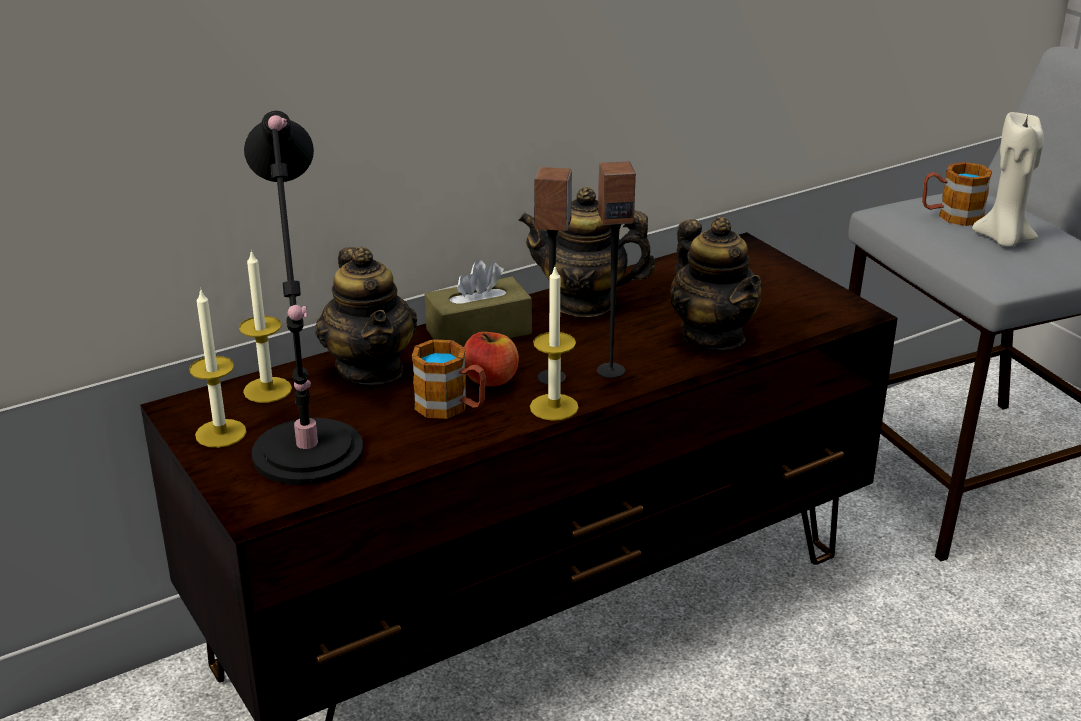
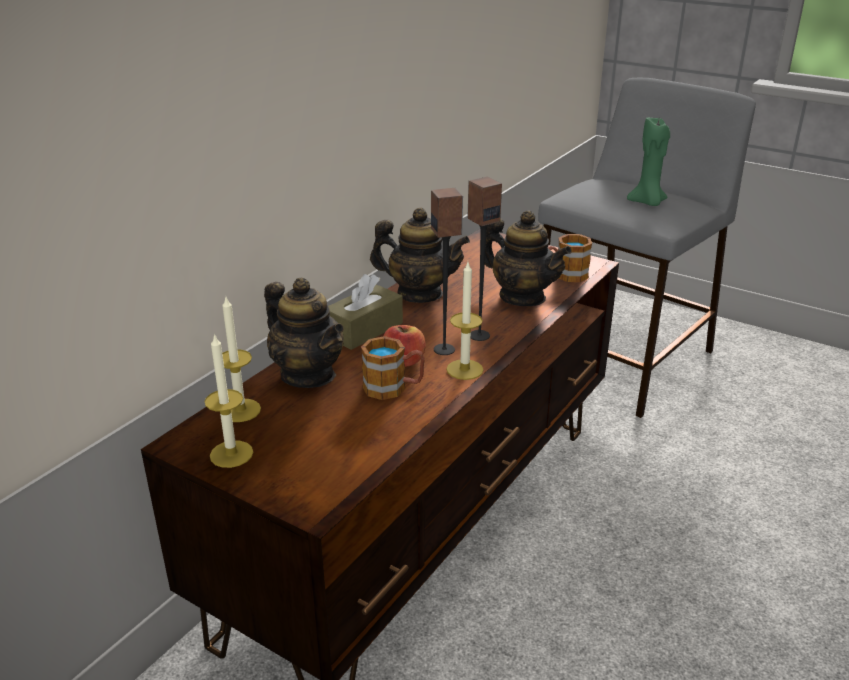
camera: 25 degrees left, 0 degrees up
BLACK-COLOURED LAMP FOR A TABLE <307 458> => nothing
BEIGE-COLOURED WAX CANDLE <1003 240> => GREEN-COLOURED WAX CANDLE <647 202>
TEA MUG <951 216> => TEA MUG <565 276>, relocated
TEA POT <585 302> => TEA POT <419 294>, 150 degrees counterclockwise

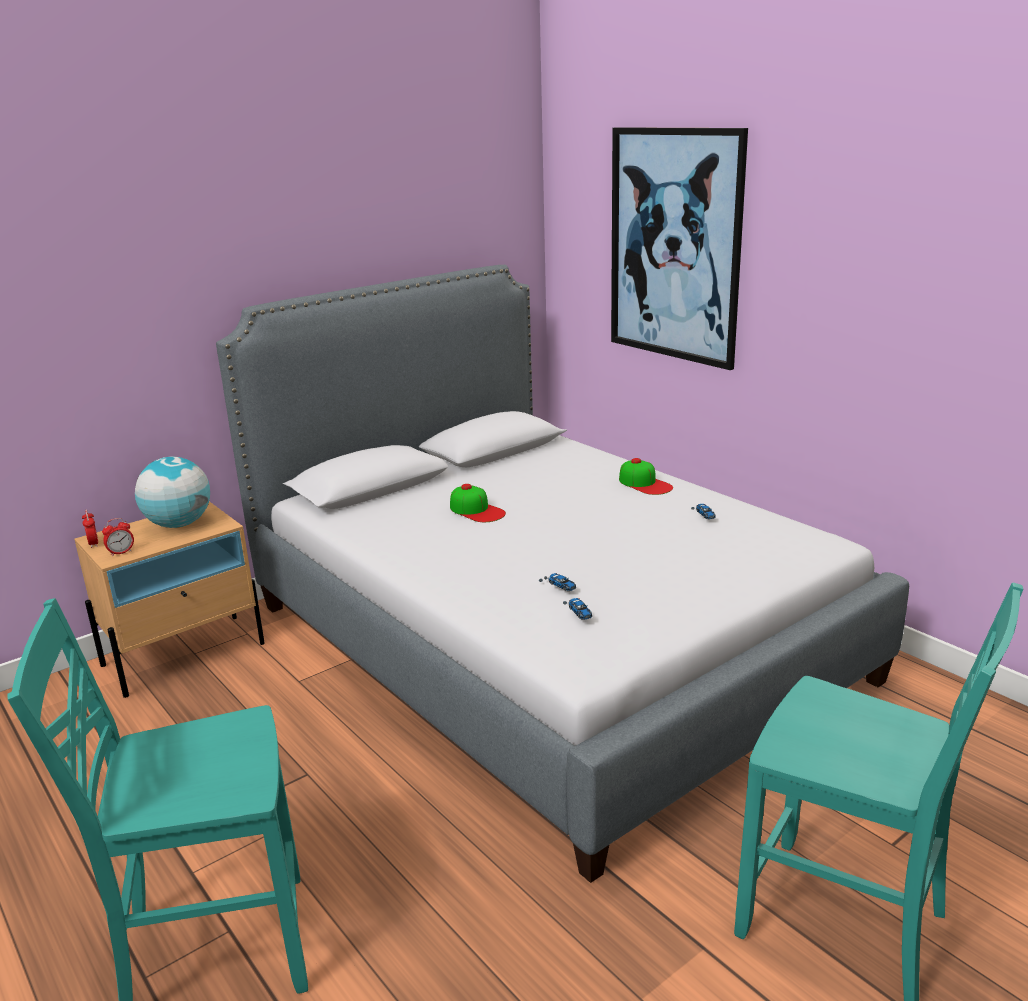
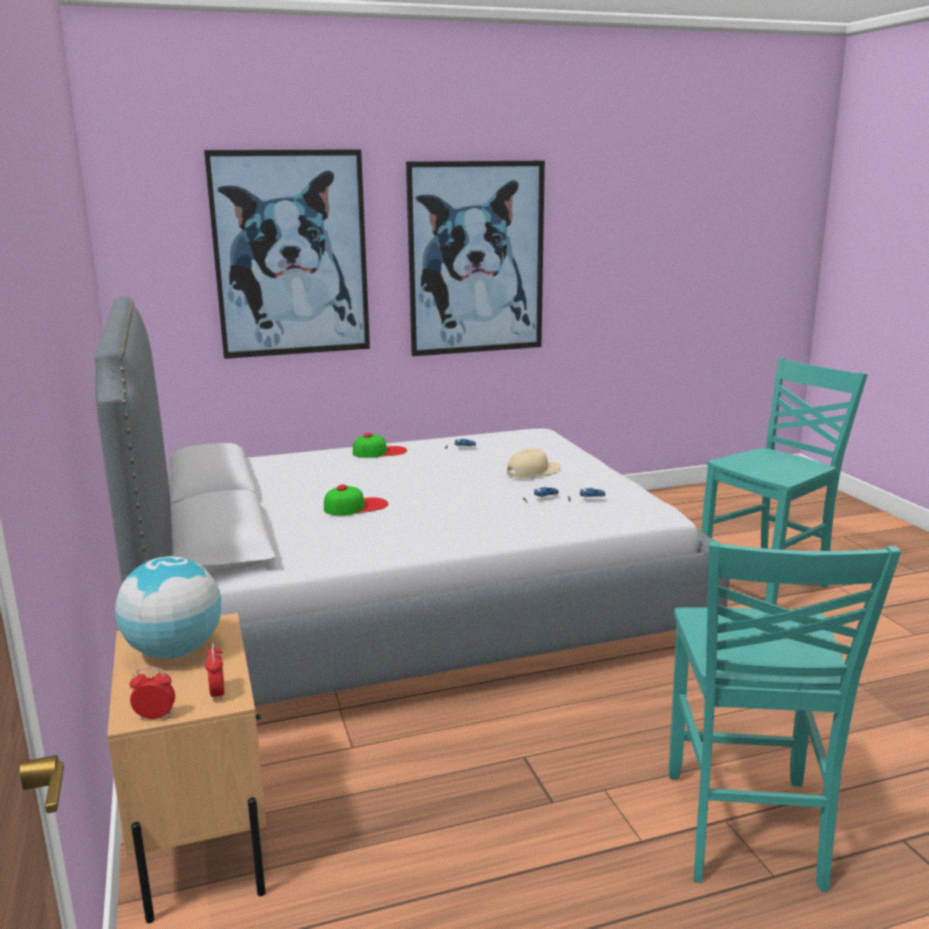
camera: 70 degrees left, 5 degrees down
nothing => PICTURE <476 258>
nothing => BEIGE-COLOURED PEAKED CAP <533 472>

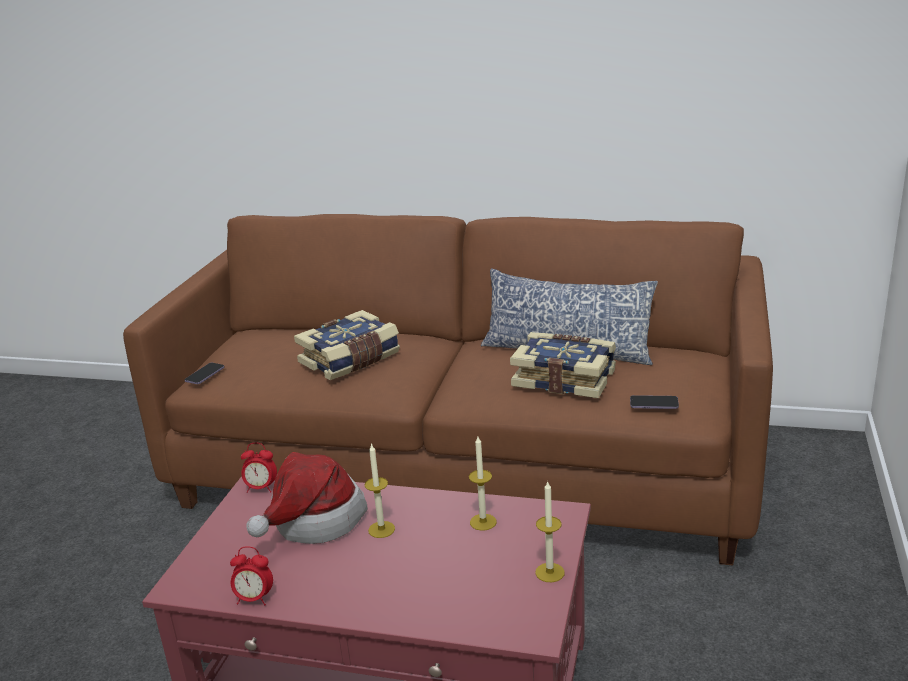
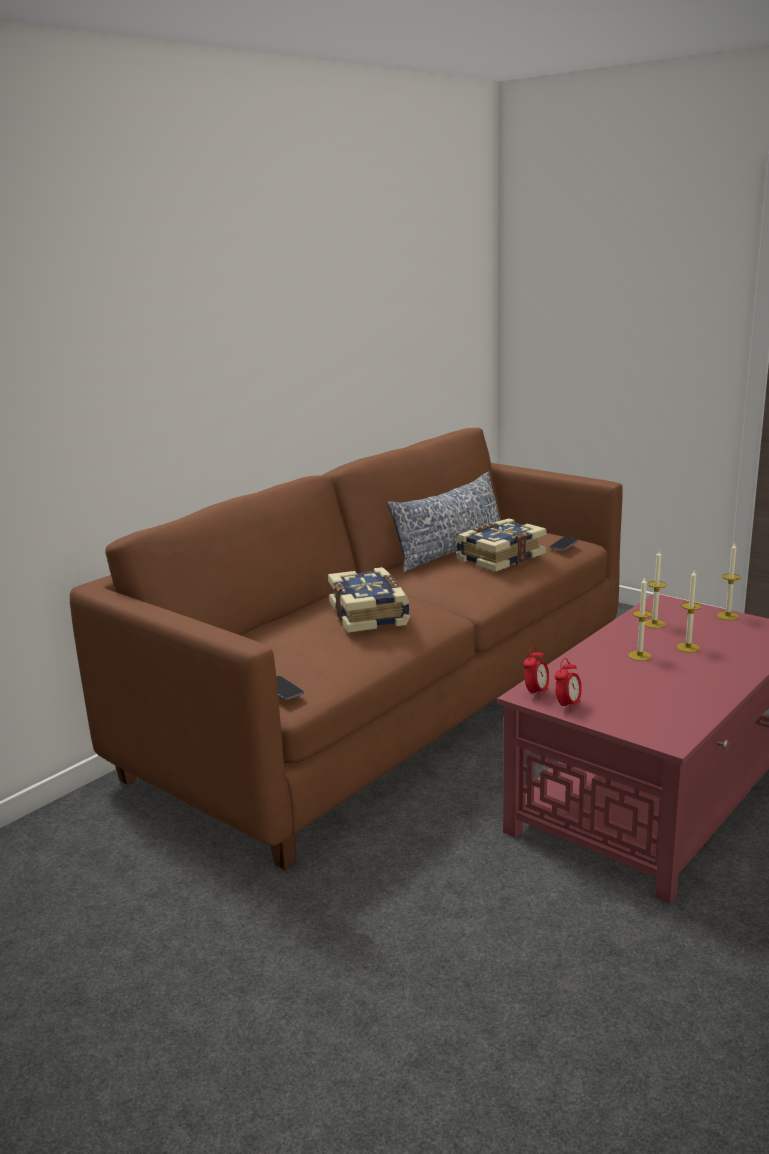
camera: 65 degrees left, 5 degrees down
HAT <312 520> => nothing
ALARM CLOCK <254 599> => ALARM CLOCK <567 705>, relocated
nothing => WAX CANDLE <688 647>

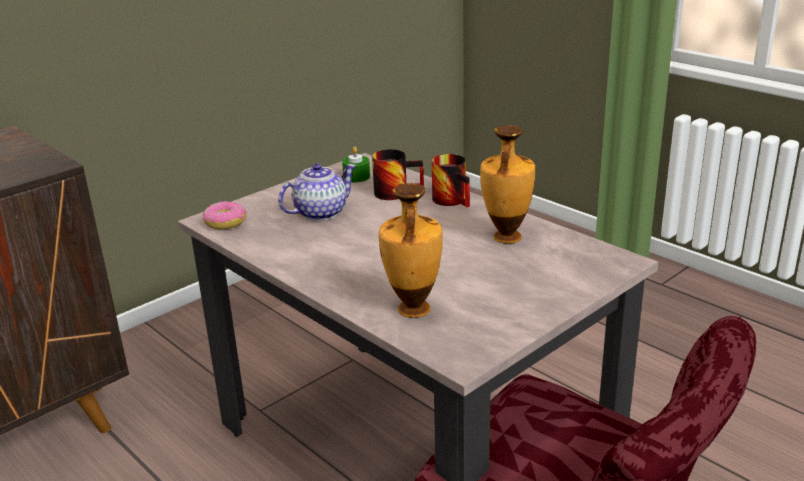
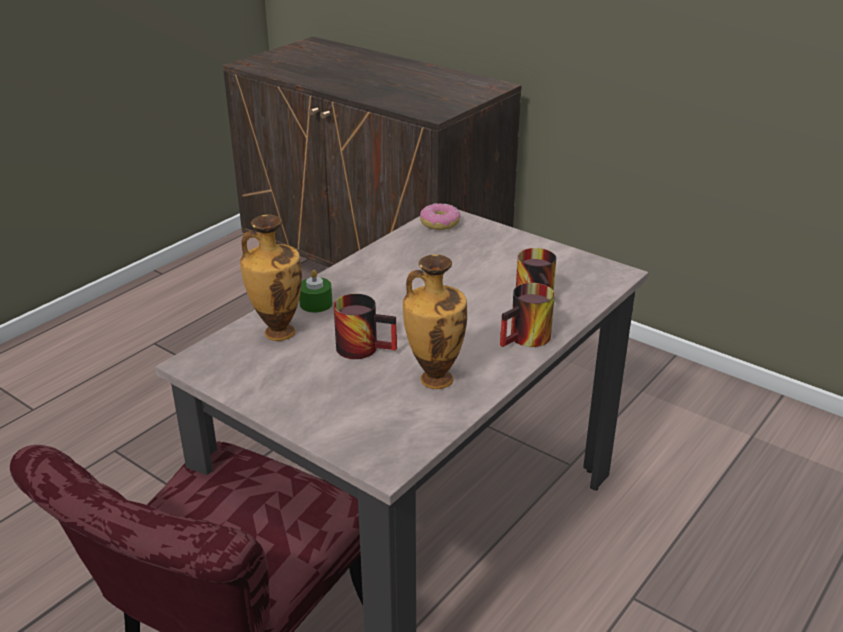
camera: 80 degrees right, 5 degrees up
GREEN-COLOURED WAX CANDLE <356 177> => GREEN-COLOURED WAX CANDLE <316 304>, relocated
TEA POT <319 213> => nothing
nothing => TEA MUG <365 346>

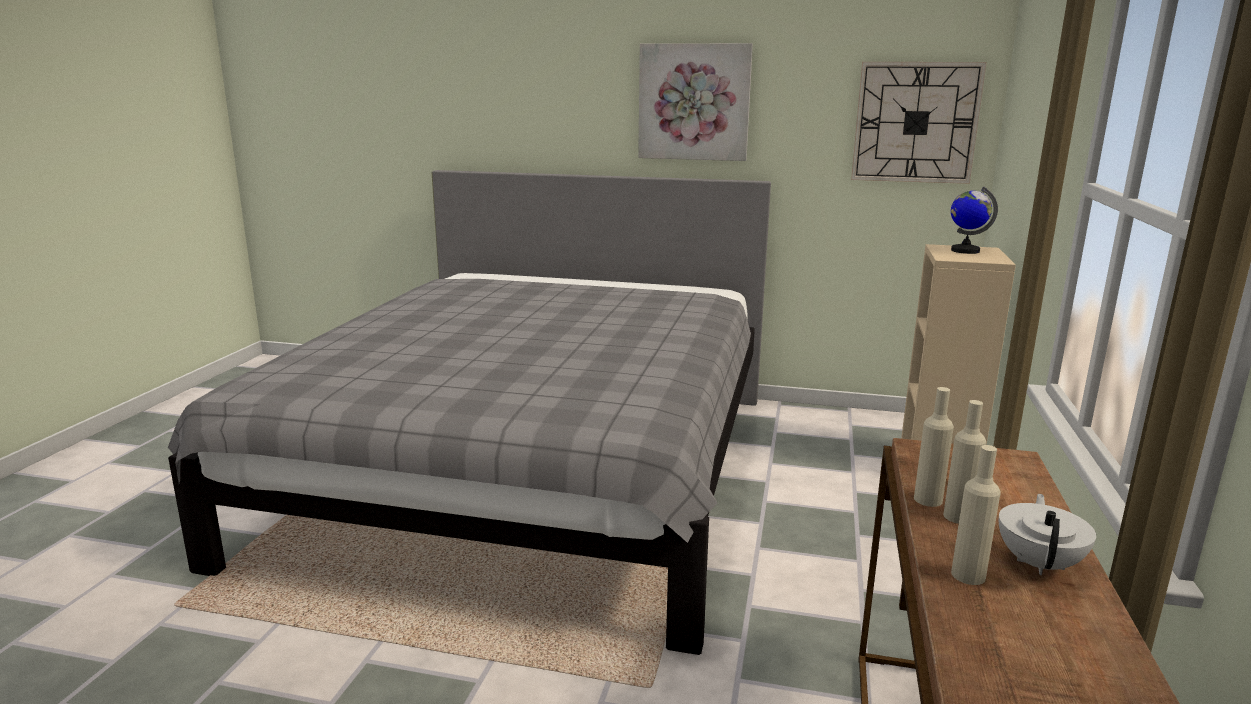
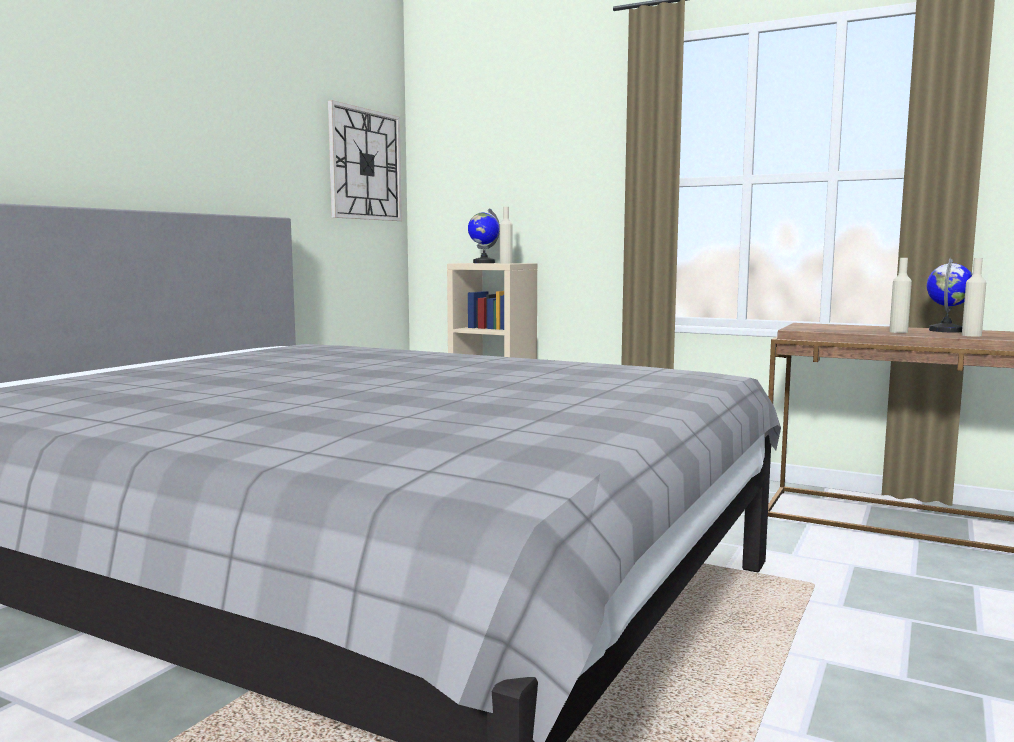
camera: 75 degrees left, 10 degrees down
PICTURE <694 102> => nothing
BEIGE-COLOURED BEVERAGE BOTTLE <928 500> => BEIGE-COLOURED BEVERAGE BOTTLE <506 263>, relocated
WHITE TEA POT <1039 563> => GLOBE <946 331>

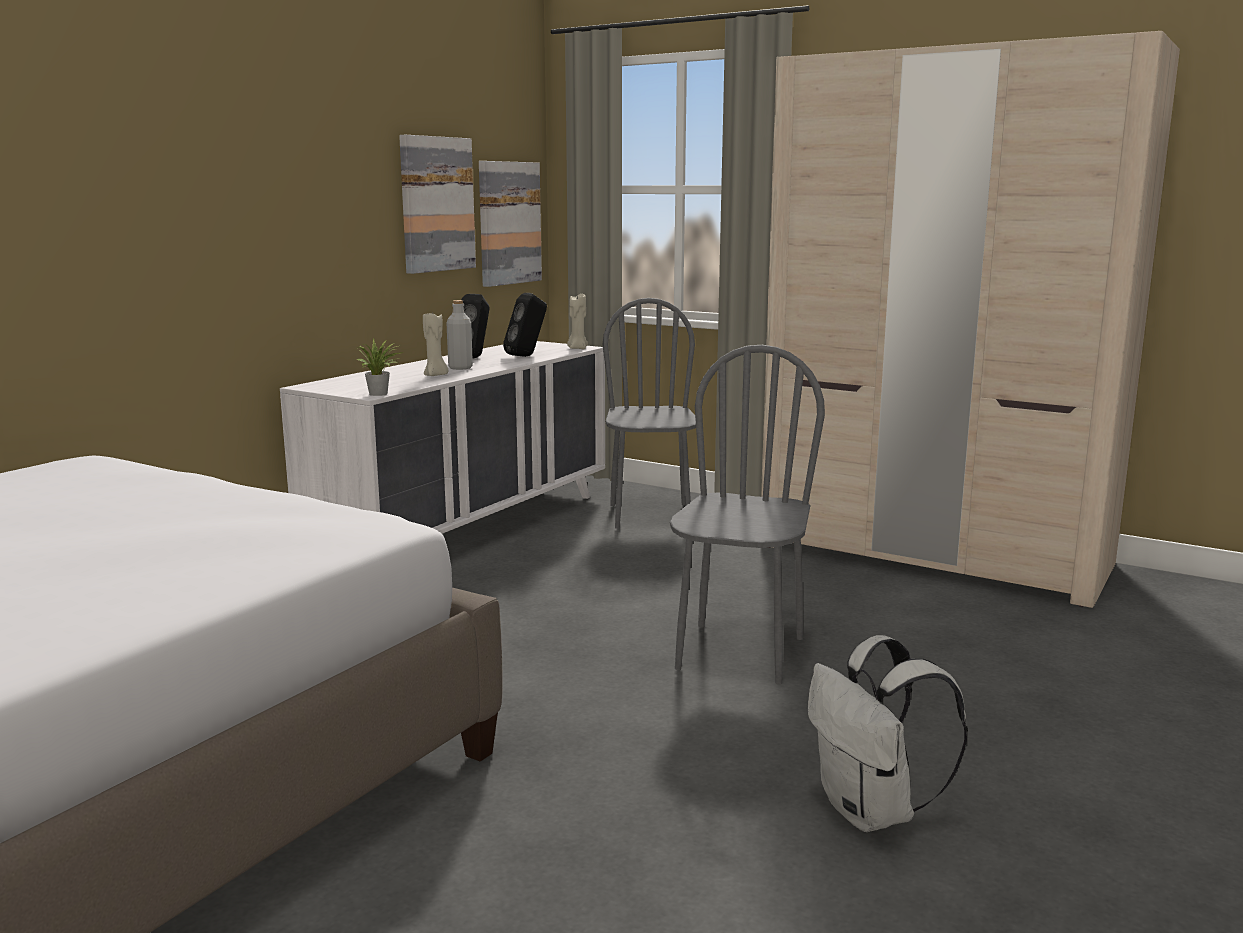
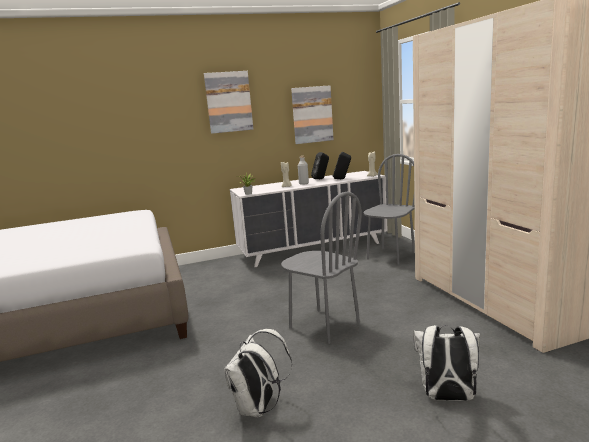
camera: 40 degrees right, 0 degrees up
PICTURE <508 223> => PICTURE <228 102>, relocated
GREYISH UPRIGHT CHAIR <739 653> => GREYISH UPRIGHT CHAIR <324 325>, 75 degrees clockwise
nothing => WHITE KNAPSACK <447 397>

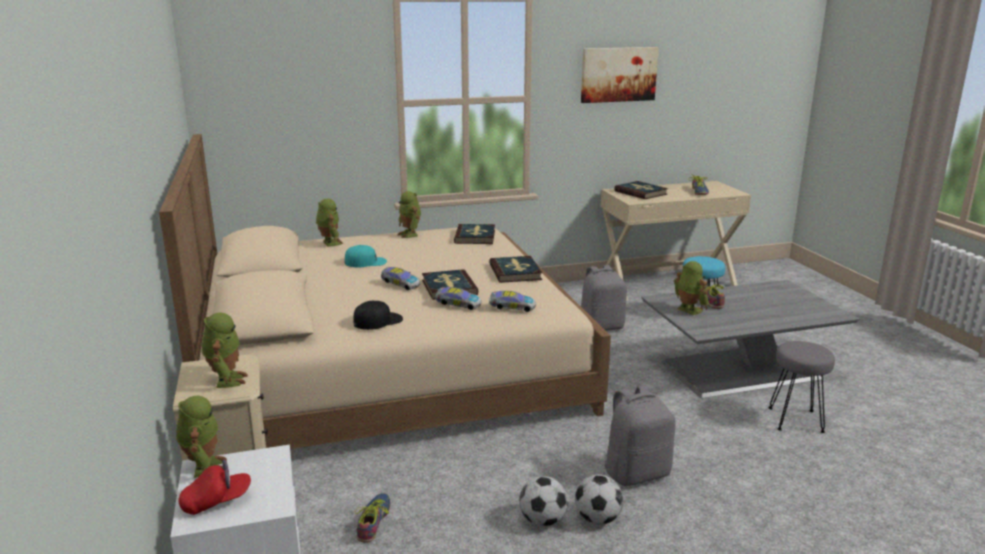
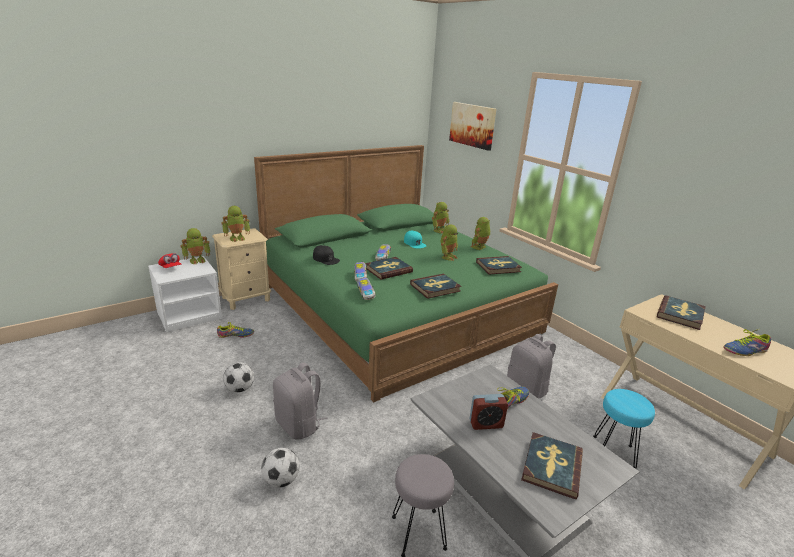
camera: 70 degrees right, 5 degrees up
PICTURE <618 74> => PICTURE <472 125>, relocated
BEIGE-COLOURED BEDROOM BED <387 364> => GREEN-COLOURED BEDROOM BED <397 308>
TOY ROBOT <688 310> => TOY ROBOT <447 257>, relocated
FOOTBALL BALL <597 519> => FOOTBALL BALL <281 480>, relocated
nothing => ALARM CLOCK <486 424>
nothing => BOOK <551 466>

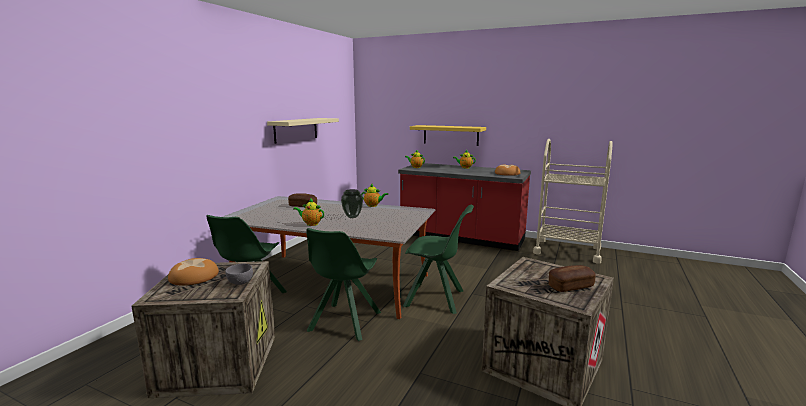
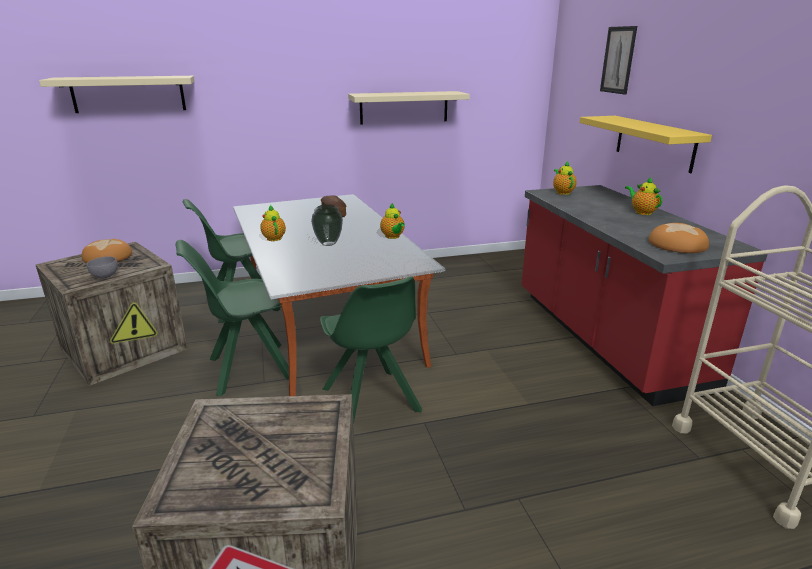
camera: 50 degrees right, 10 degrees up
BREAD <570 286> => nothing
nothing => PICTURE <618 60>
nothing => BEIGE-COLOURED BRACKET SHELF <128 94>

